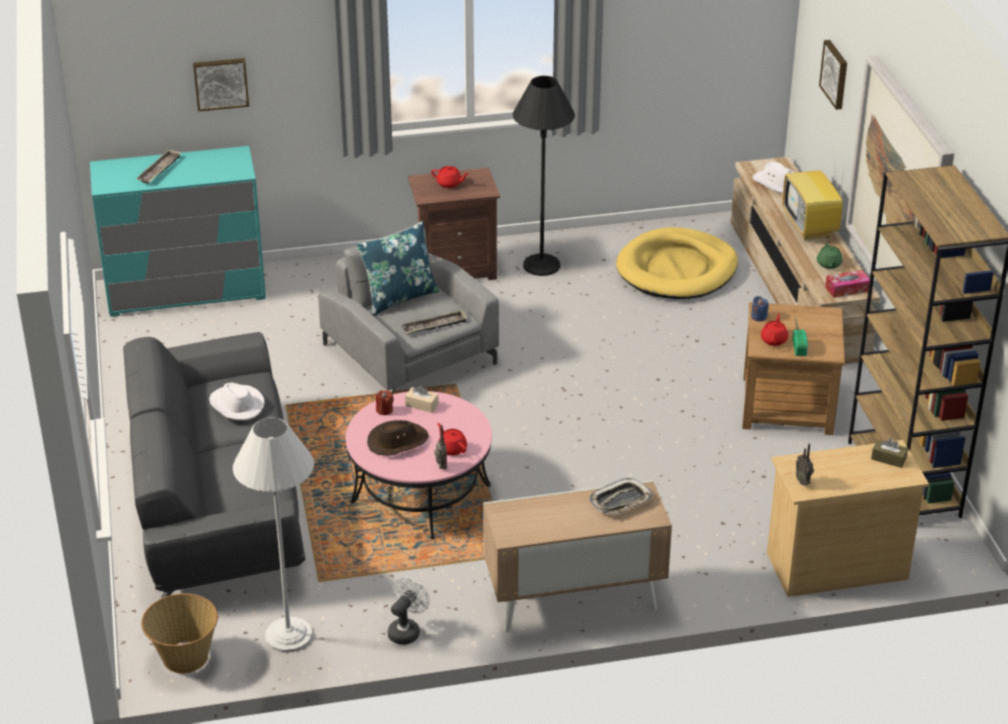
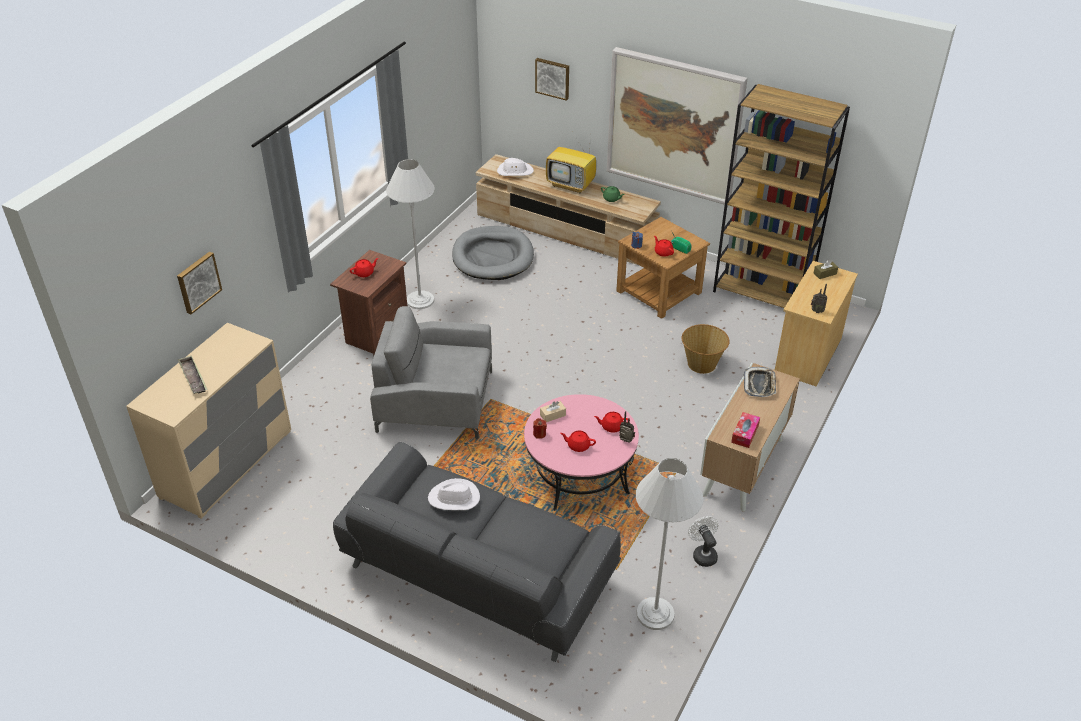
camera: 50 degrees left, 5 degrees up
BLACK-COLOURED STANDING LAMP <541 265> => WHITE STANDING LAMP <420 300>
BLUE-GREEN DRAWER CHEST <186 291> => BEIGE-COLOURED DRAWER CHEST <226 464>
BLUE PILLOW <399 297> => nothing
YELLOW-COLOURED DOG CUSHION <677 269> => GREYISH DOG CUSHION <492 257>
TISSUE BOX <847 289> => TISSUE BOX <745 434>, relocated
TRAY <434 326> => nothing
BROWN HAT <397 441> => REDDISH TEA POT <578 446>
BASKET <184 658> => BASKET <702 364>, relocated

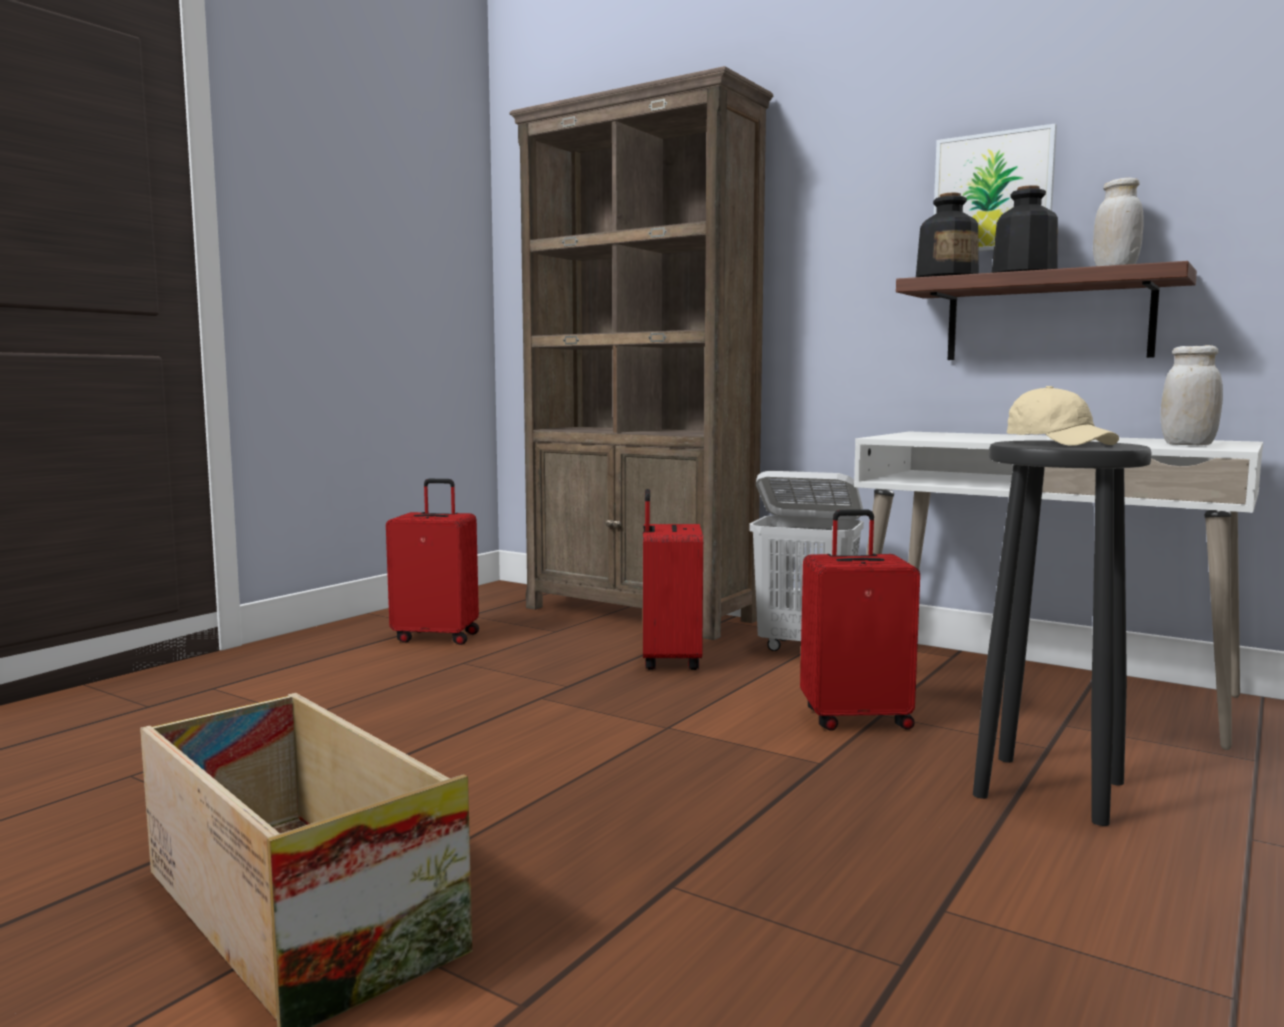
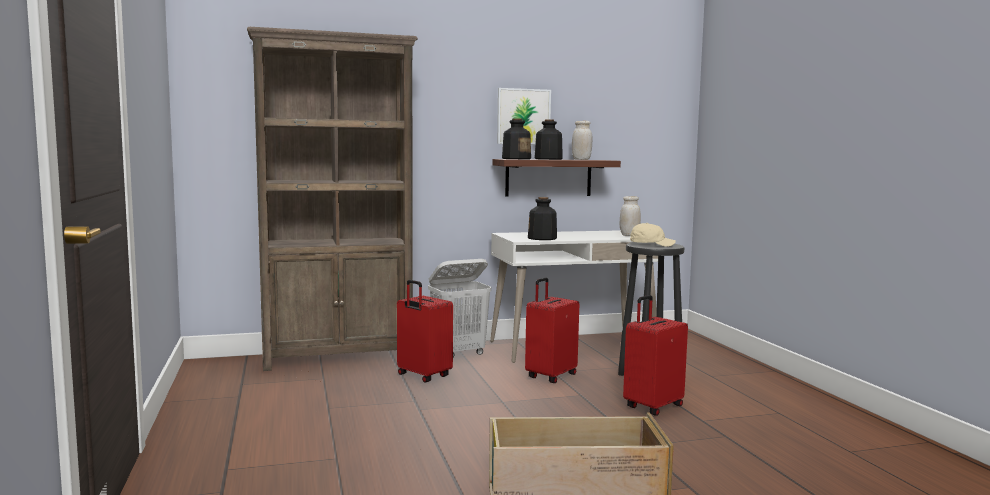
camera: 50 degrees left, 0 degrees up
REDDISH SUITCASE <437 637> => REDDISH SUITCASE <652 406>, relocated
nothing => BEVERAGE BOTTLE <542 238>

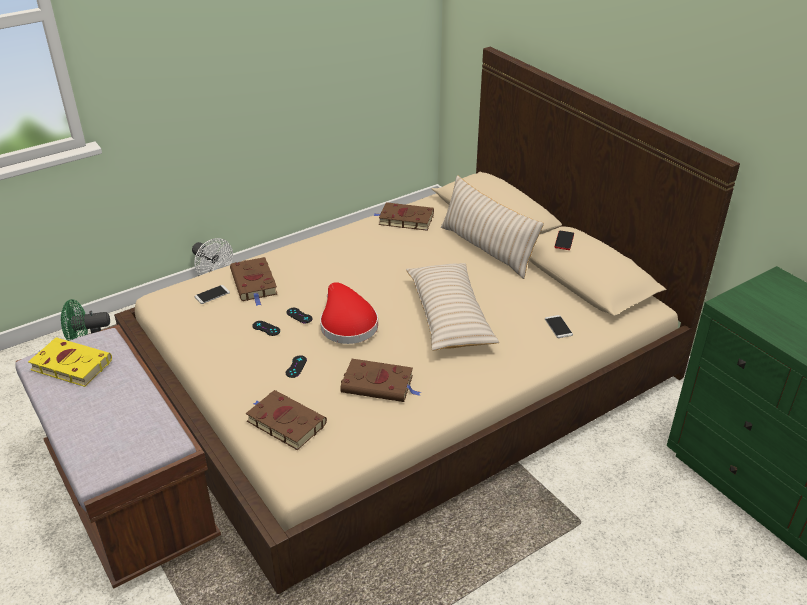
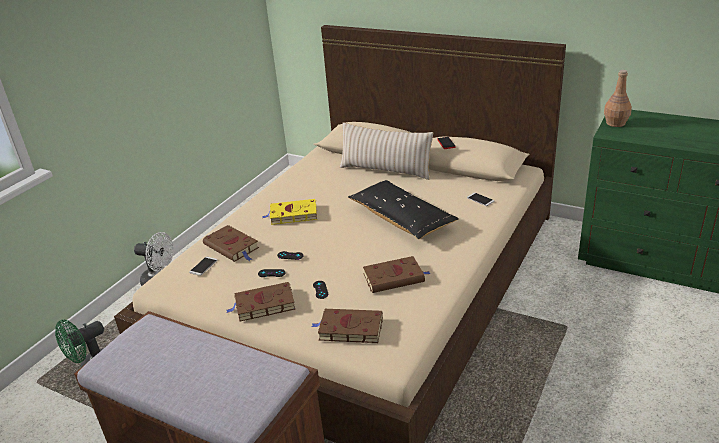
camera: 25 degrees left, 5 degrees down
BROWN BOOK <404 219> => BROWN BOOK <263 305>, relocated
BEIGE-COLOURED PILLOW <449 316> => BLACK-COLOURED PILLOW <401 218>
REDDISH HAT <347 324> => nothing
YELLOW-COLOURED BOOK <69 365> => YELLOW-COLOURED BOOK <292 215>, relocated
nothing => BROWN BEVERAGE BOTTLE <615 123>

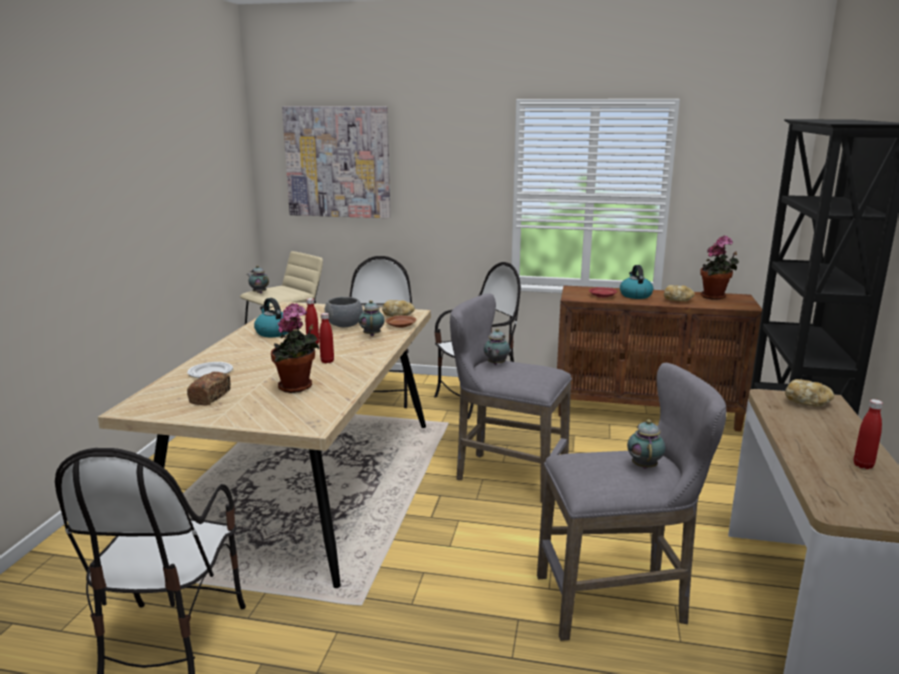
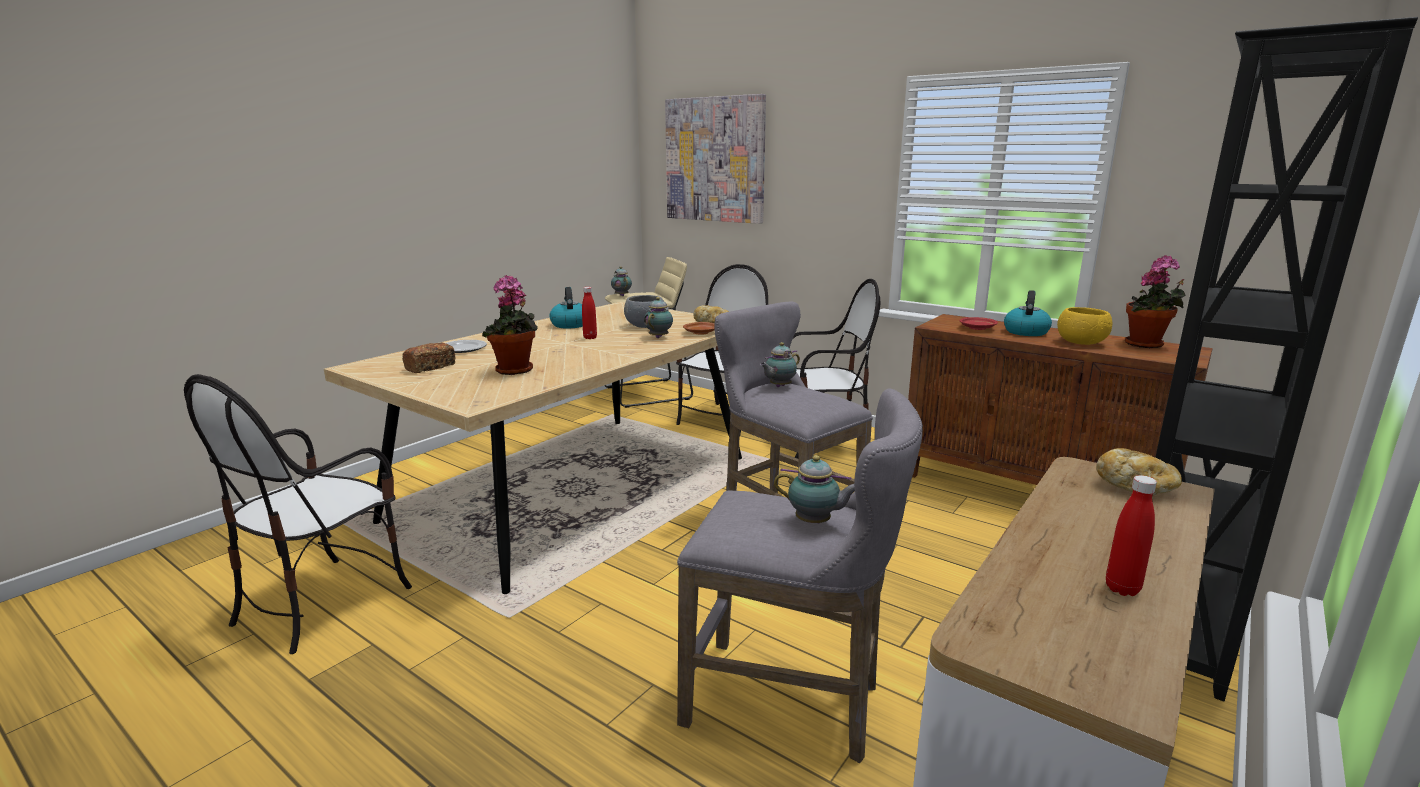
camera: 25 degrees right, 0 degrees up
BREAD <677 300> => YELLOW-COLOURED BOWL <1081 343>
REDDISH BEVERAGE BOTTLE <327 361> => nothing
TEA POT <644 465> => TEA POT <815 522>, 75 degrees clockwise

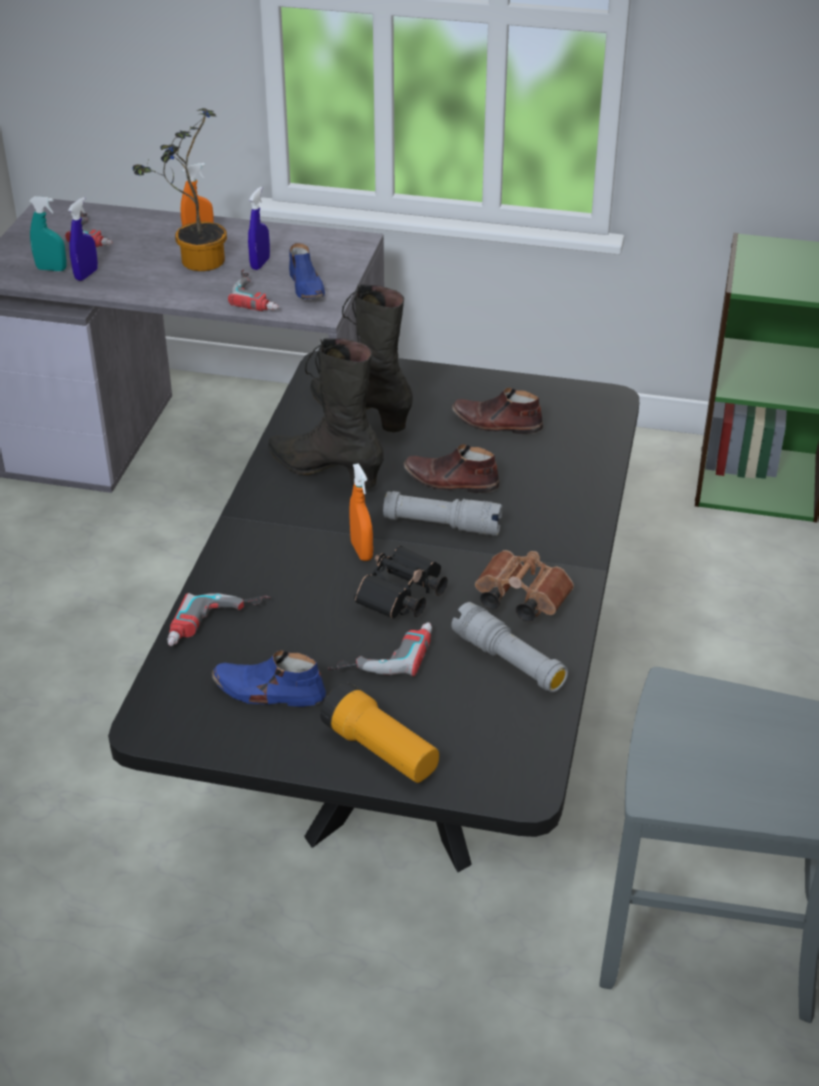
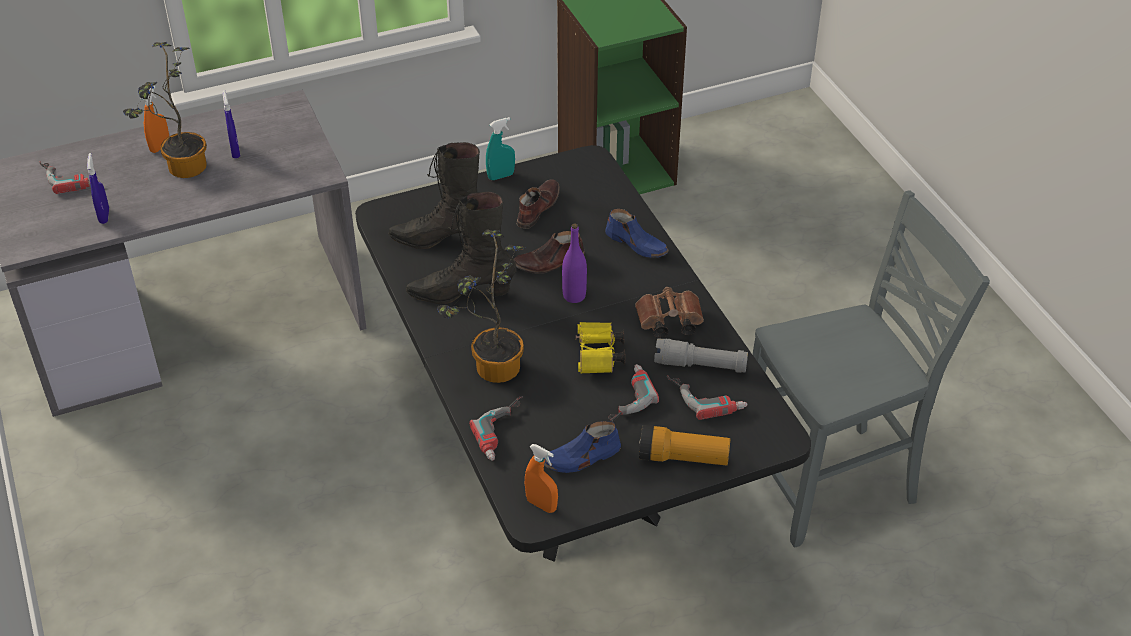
camera: 35 degrees left, 5 degrees up
BLUE-GREEN HAND SPRAYER <51 269> => BLUE-GREEN HAND SPRAYER <501 176>, relocated
BLUE LOW SHOE <307 287> => BLUE LOW SHOE <637 244>, relocated
ELECTRIC DRILL <259 295> => ELECTRIC DRILL <707 396>, relocated
BROWN LOW SHOE <496 423> => BROWN LOW SHOE <537 208>, 135 degrees clockwise
ORANGE HAND SPRAYER <361 551> => ORANGE HAND SPRAYER <541 505>, relocated
GREYISH HAND TORCH <442 525> => PURPLE-COLOURED BEVERAGE BOTTLE <574 296>
BLACK-COLOURED FIELD GLASSES <401 598> => YELLOW-COLOURED FIELD GLASSES <598 357>
nothing => PLANT IN A POT <491 369>

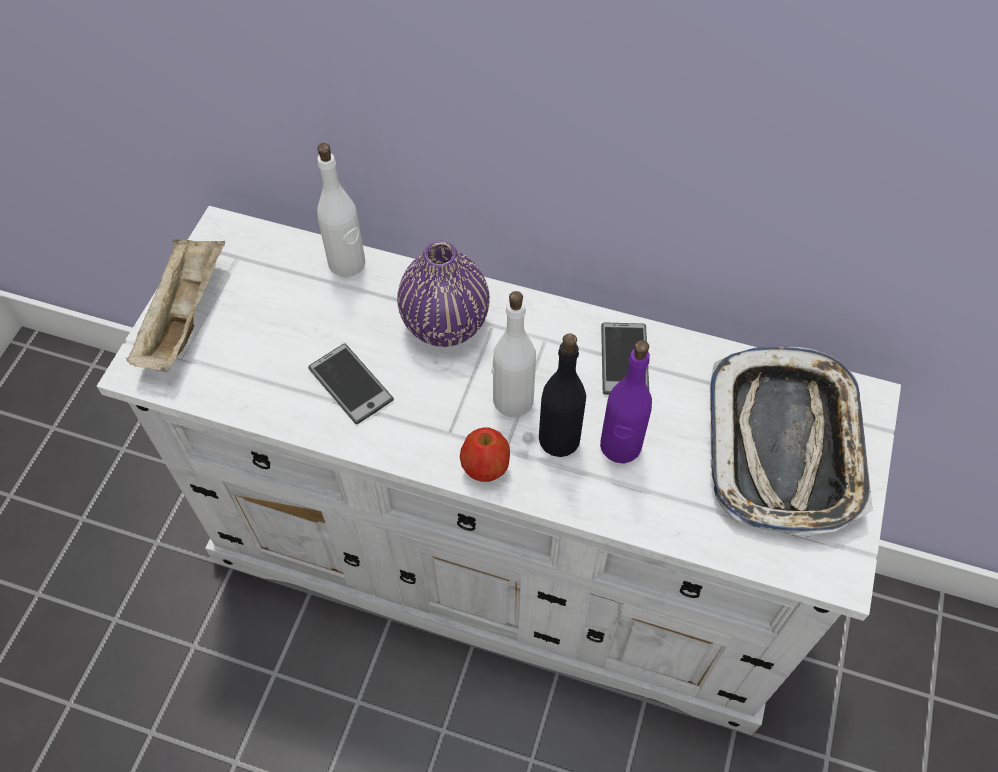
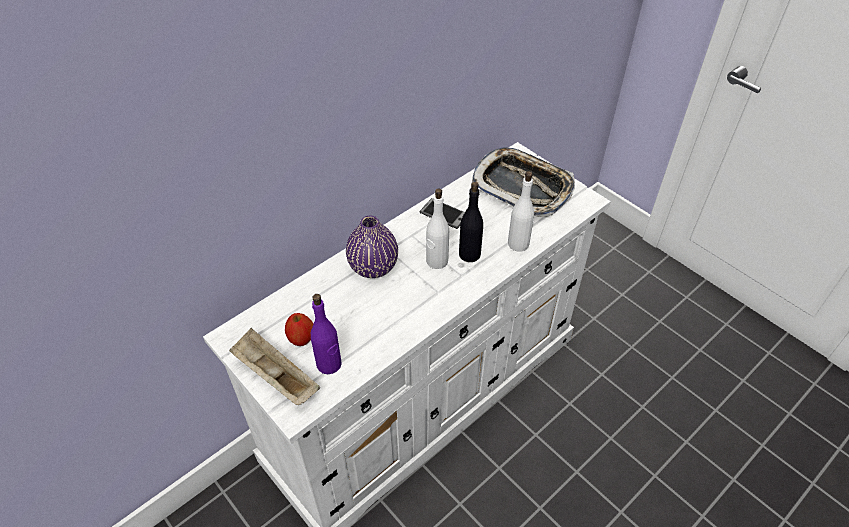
camera: 60 degrees left, 10 degrees down
WHITE BEVERAGE BOTTLE <347 263> => WHITE BEVERAGE BOTTLE <518 244>, relocated
PURPLE-COLOURED BEVERAGE BOTTLE <620 446> => PURPLE-COLOURED BEVERAGE BOTTLE <329 364>, relocated
TELEPHONE <350 384> => nothing
WHOLE APPLE <485 468> => WHOLE APPLE <301 339>, relocated

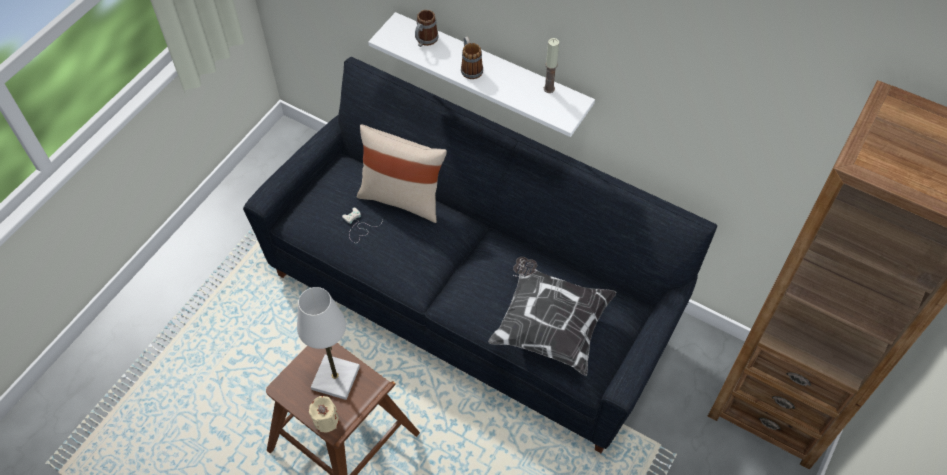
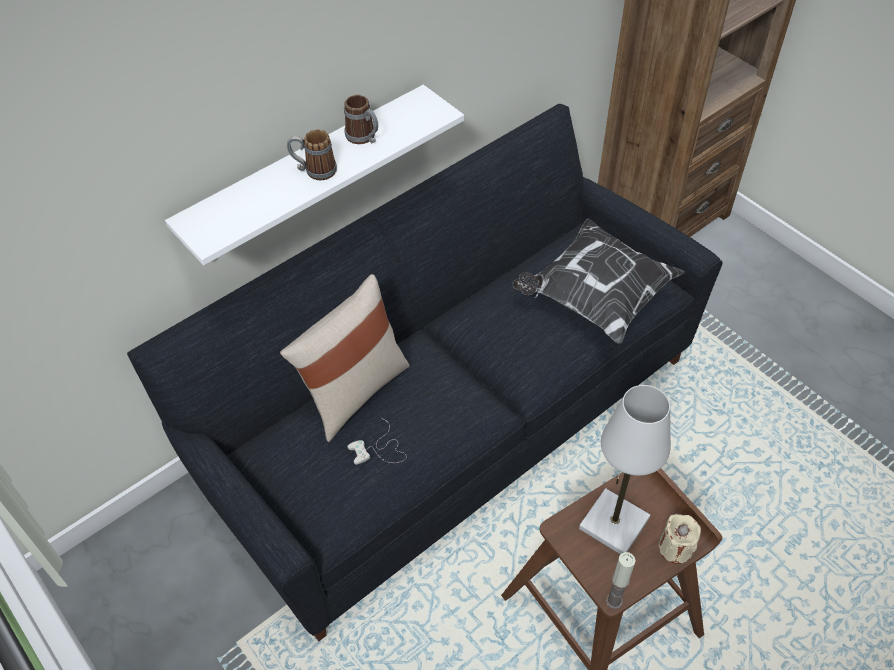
camera: 70 degrees left, 5 degrees down
TEA MUG <425 41> => TEA MUG <364 138>, relocated
WAX CANDLE <549 89> => WAX CANDLE <614 601>, relocated

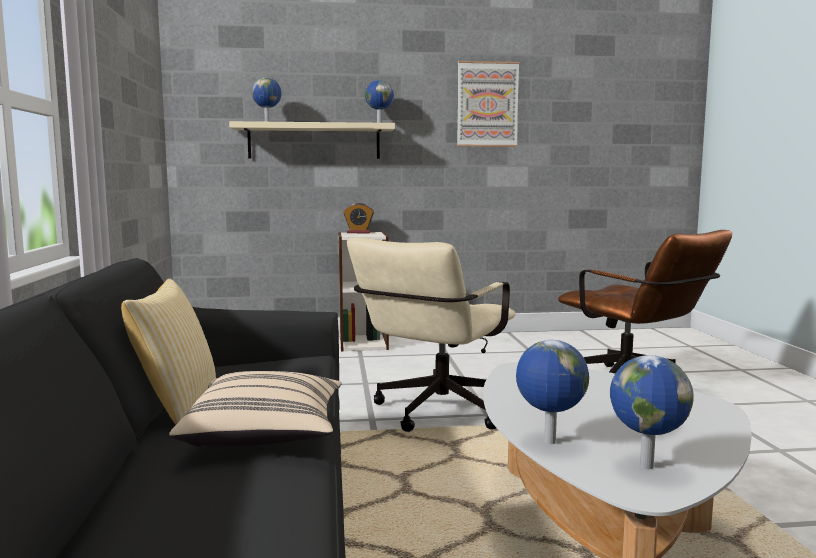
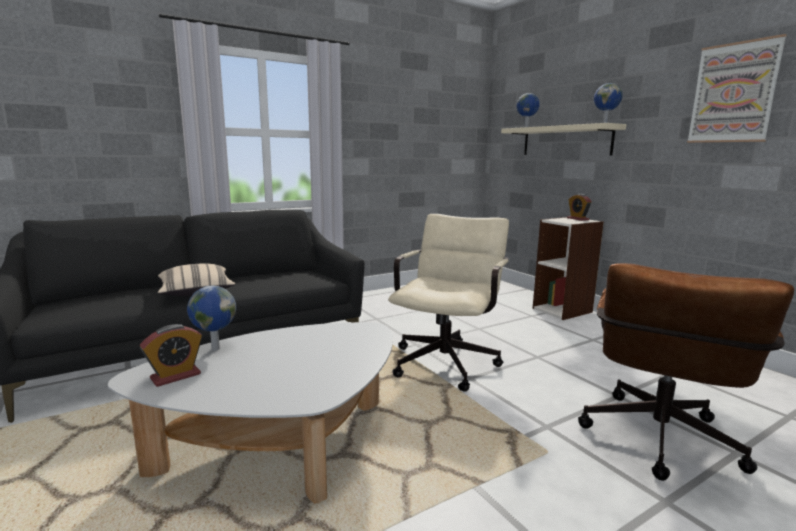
camera: 65 degrees right, 5 degrees up
BEIGE-COLOURED DESK CHAIR <434 414> => BEIGE-COLOURED DESK CHAIR <447 360>, 105 degrees clockwise
PILLOW <176 406> => nothing
GLOBE <644 466> => ALARM CLOCK <175 376>

